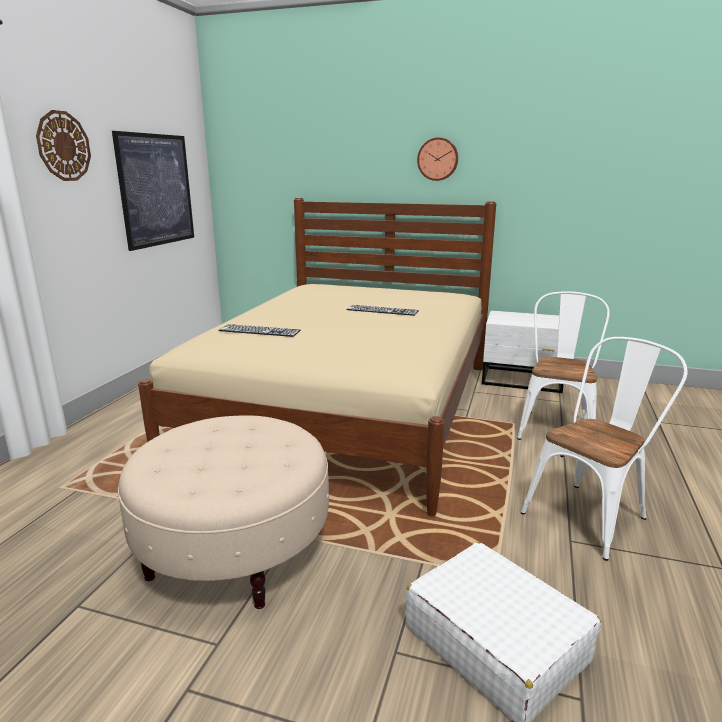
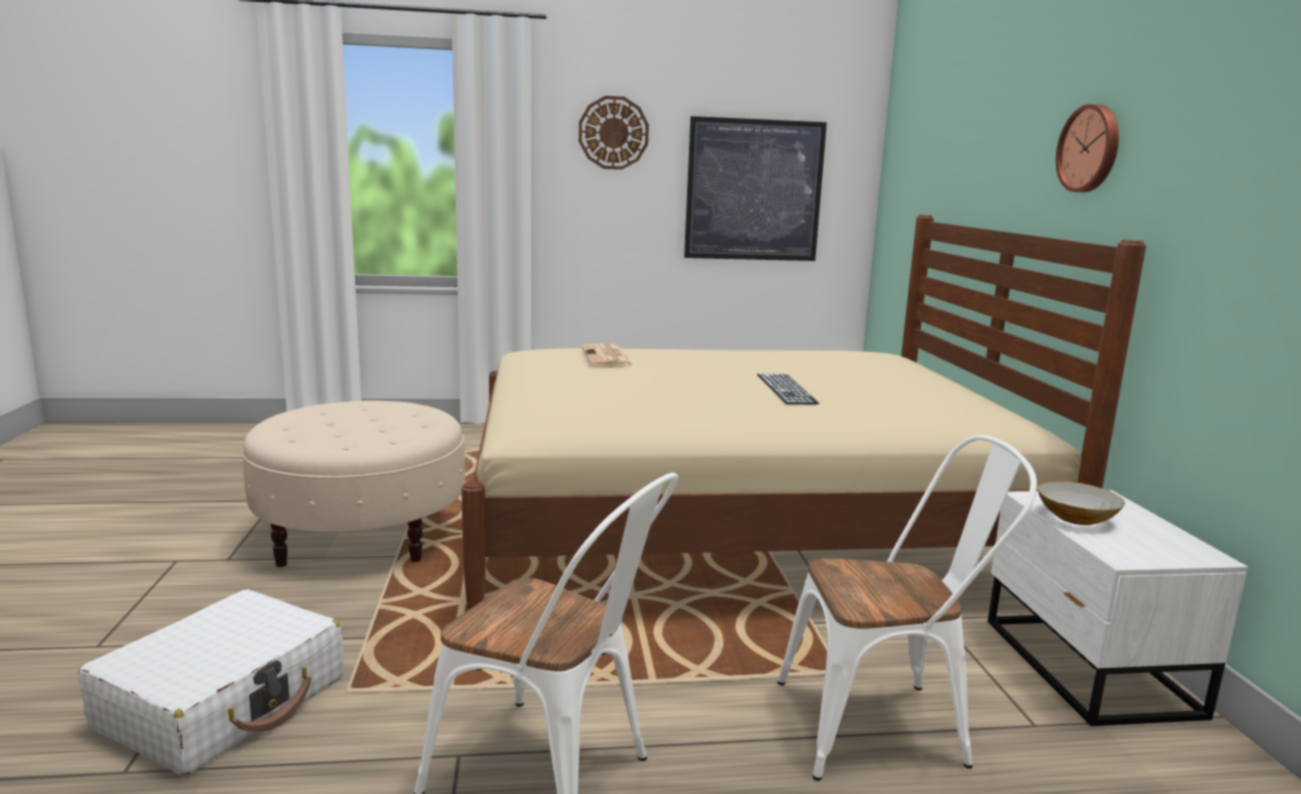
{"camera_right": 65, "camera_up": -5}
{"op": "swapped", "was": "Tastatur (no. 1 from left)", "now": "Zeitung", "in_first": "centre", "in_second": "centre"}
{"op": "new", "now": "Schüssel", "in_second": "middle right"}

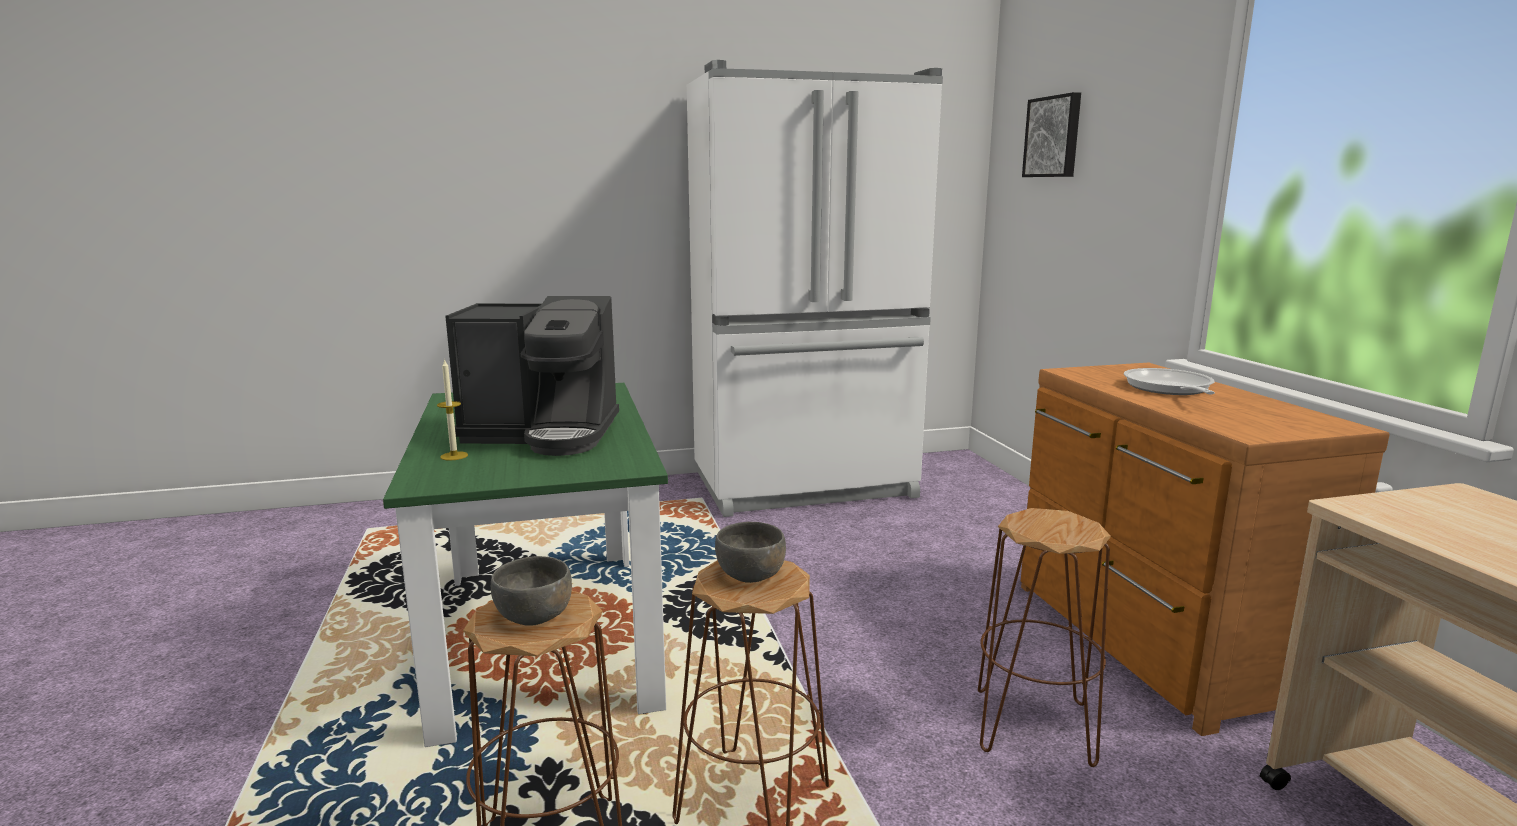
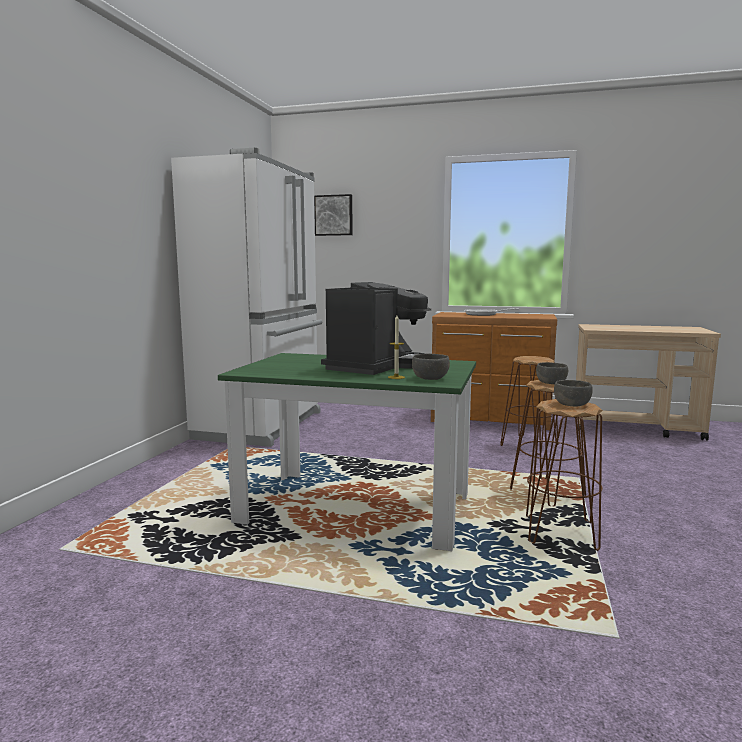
{"camera_right": -60, "camera_up": -5}
{"op": "new", "now": "Schüssel/grau (no. 1 from left)", "in_second": "centre"}

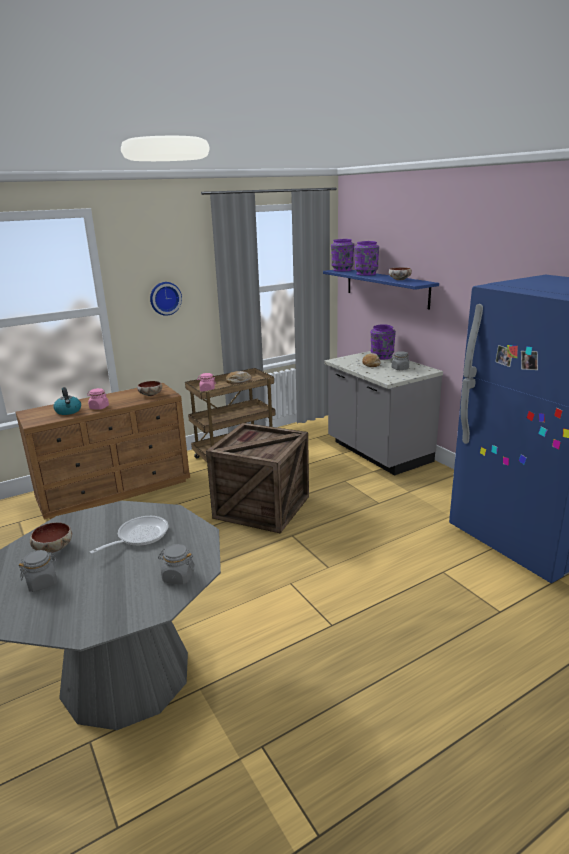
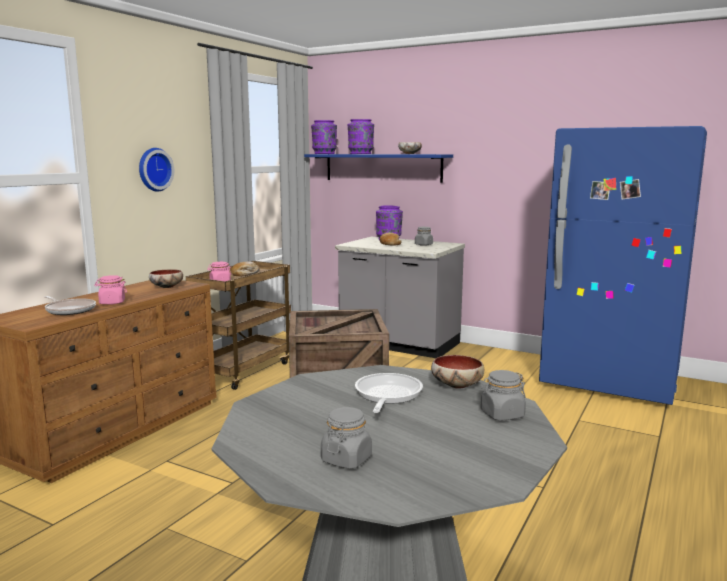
{"camera_right": -30, "camera_up": -10}
{"op": "swapped", "was": "Wasserkessel", "now": "Pfanne (no. 1 from left)", "in_first": "middle left", "in_second": "middle left"}
{"op": "shifted", "was": "Schüssel (no. 1 from left in the first image)", "now": "Schüssel (no. 3 from left)", "in_first": "middle left", "in_second": "centre"}

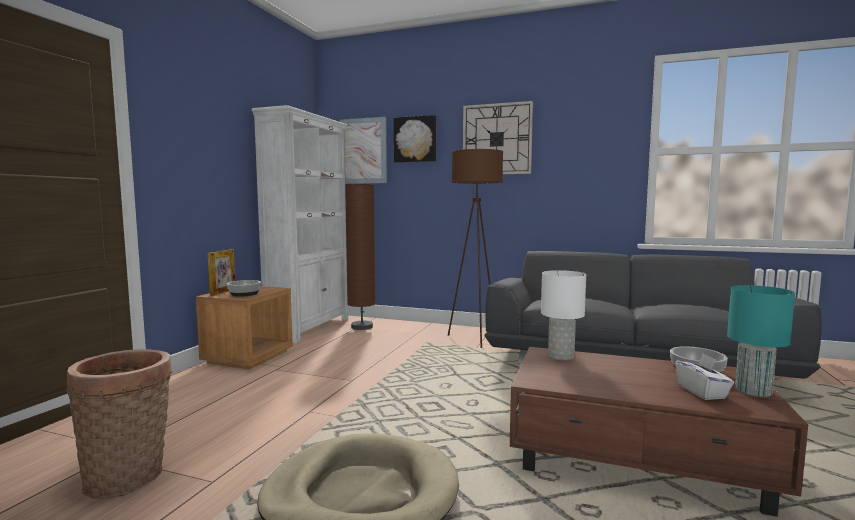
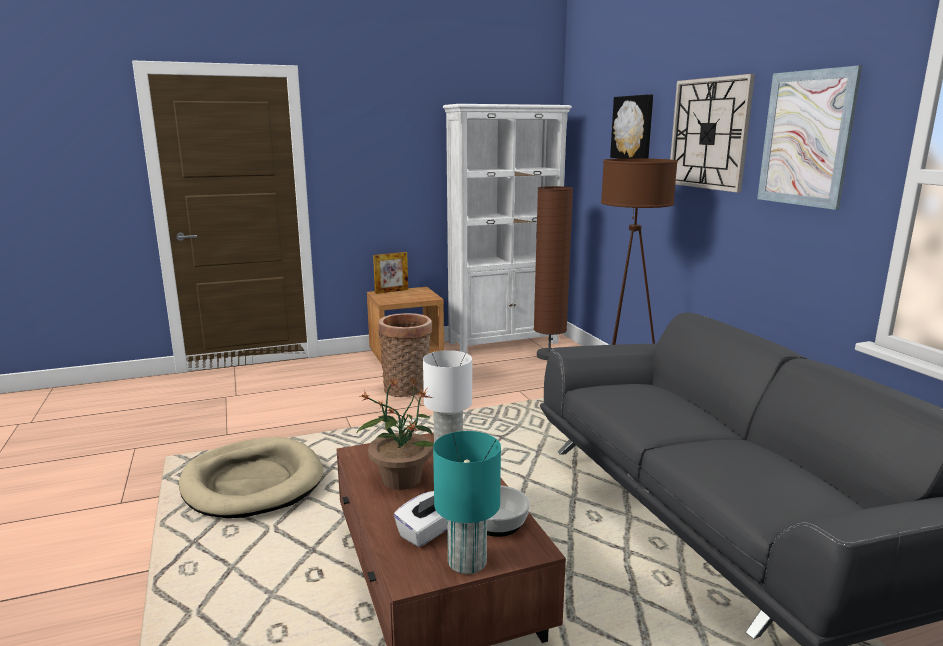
{"camera_right": 50, "camera_up": 10}
{"op": "shifted", "was": "Bild (no. 1 from left in the first image)", "now": "Bild (no. 2 from left)", "in_first": "top centre", "in_second": "top right"}
{"op": "gone", "was": "Schüssel (no. 1 from left)", "in_first": "middle left"}
{"op": "shifted", "was": "Korb", "in_first": "bottom left", "in_second": "centre"}
{"op": "new", "now": "Topfpflanze", "in_second": "bottom centre"}

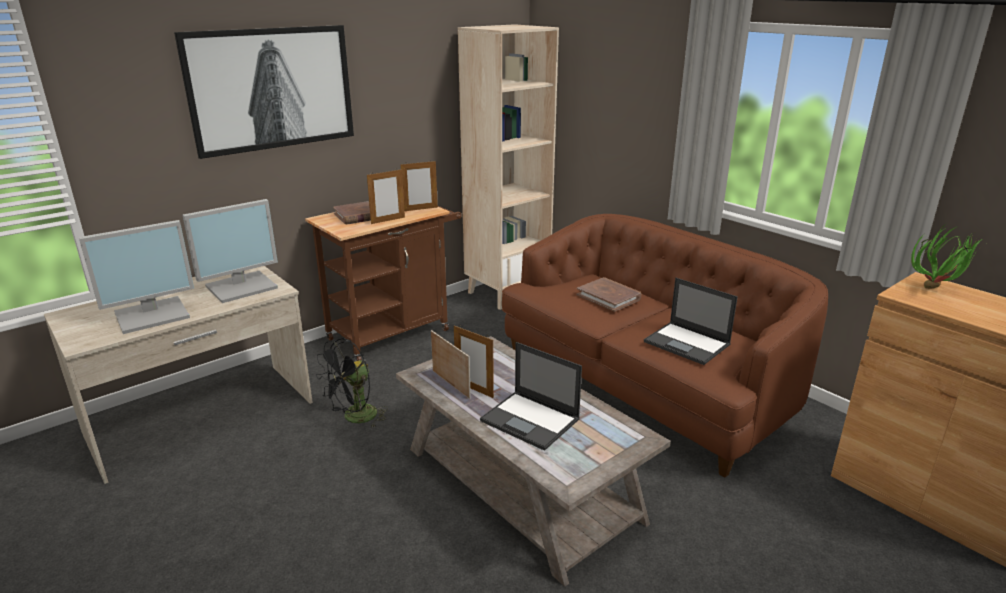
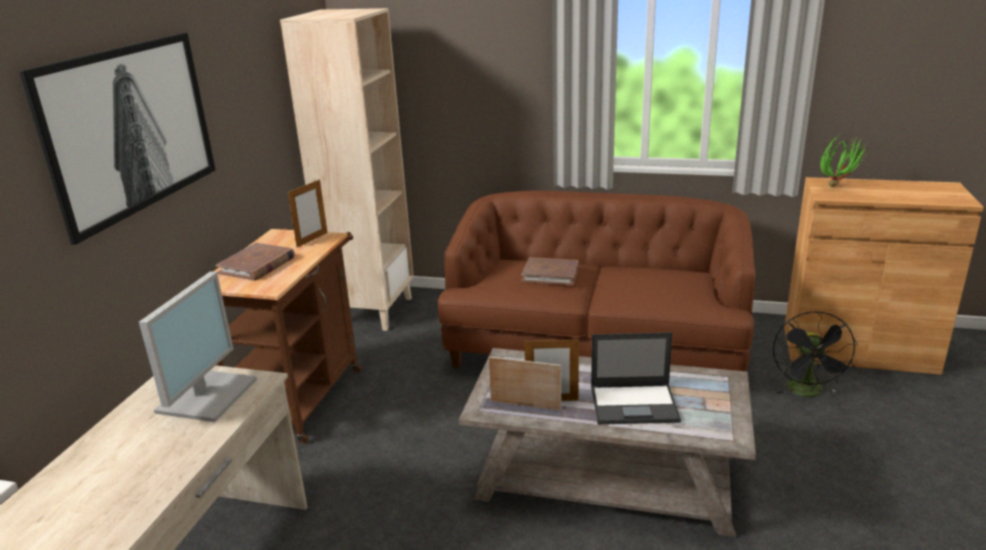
{"camera_right": -35, "camera_up": 0}
{"op": "gone", "was": "Bilderrahmen (no. 1 from left)", "in_first": "top centre"}
{"op": "gone", "was": "Monitor (no. 1 from left)", "in_first": "middle left"}
{"op": "gone", "was": "Laptop (no. 2 from left)", "in_first": "middle right"}
{"op": "shifted", "was": "Ventilator/schwarz", "in_first": "centre", "in_second": "middle right"}

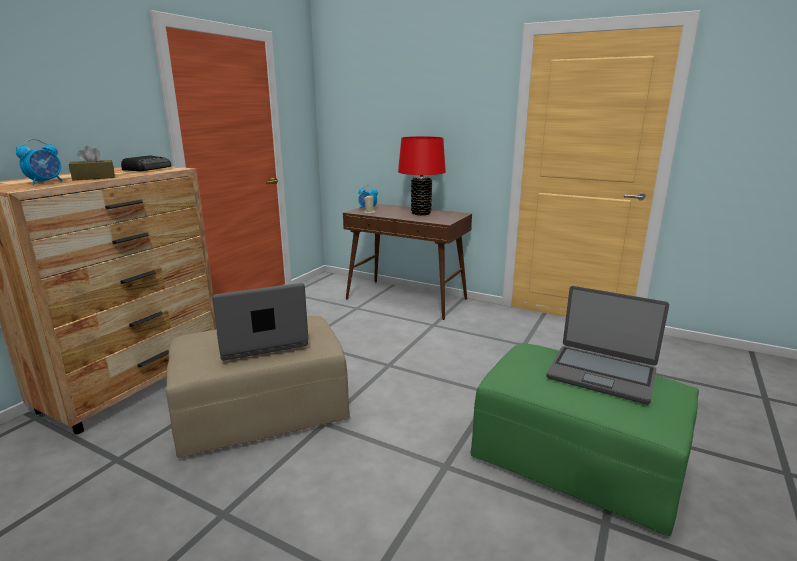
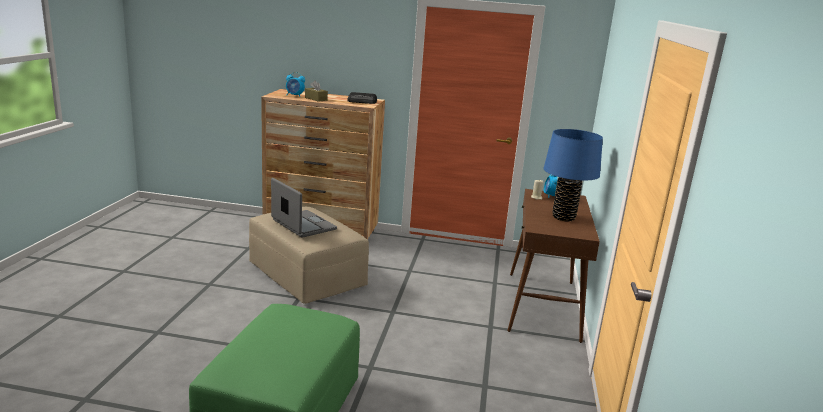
{"camera_right": 70, "camera_up": 0}
{"op": "repainted", "was": "Tischlampe/rot", "now": "Tischlampe/blau", "in_first": "top centre", "in_second": "middle right"}
{"op": "gone", "was": "Laptop (no. 2 from left)", "in_first": "middle right"}

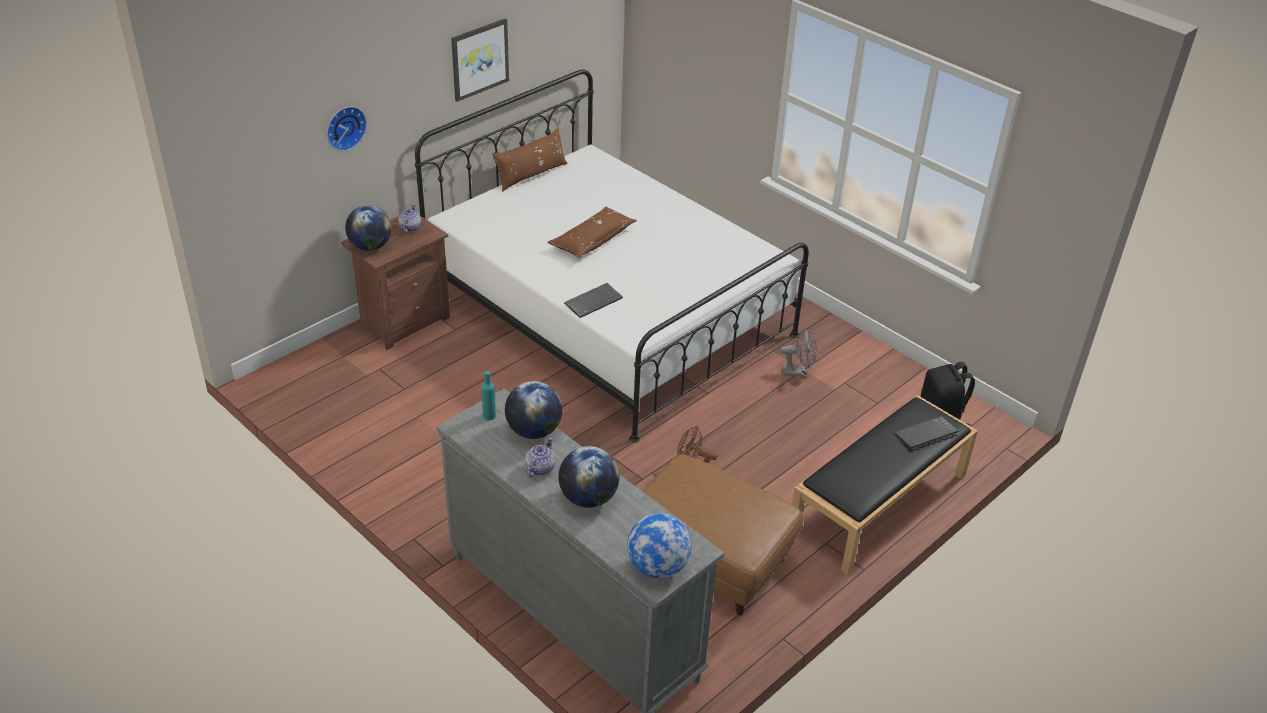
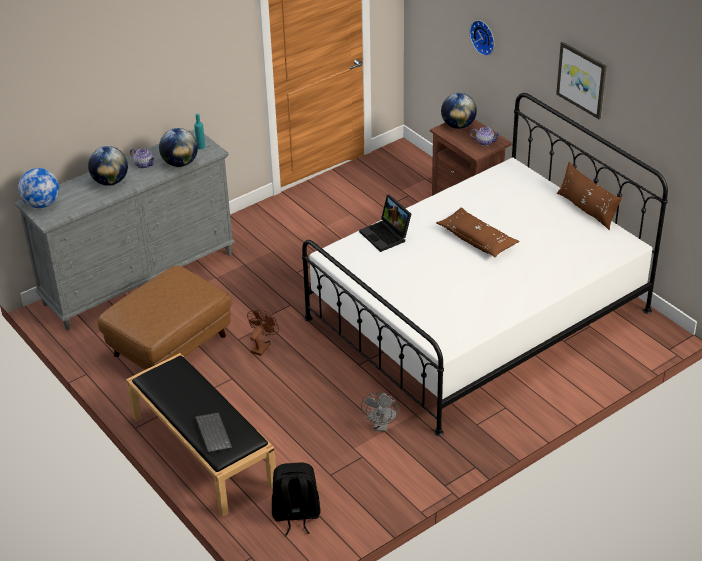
{"camera_right": 100, "camera_up": 0}
{"op": "swapped", "was": "Tastatur (no. 1 from left)", "now": "Laptop", "in_first": "centre", "in_second": "centre"}

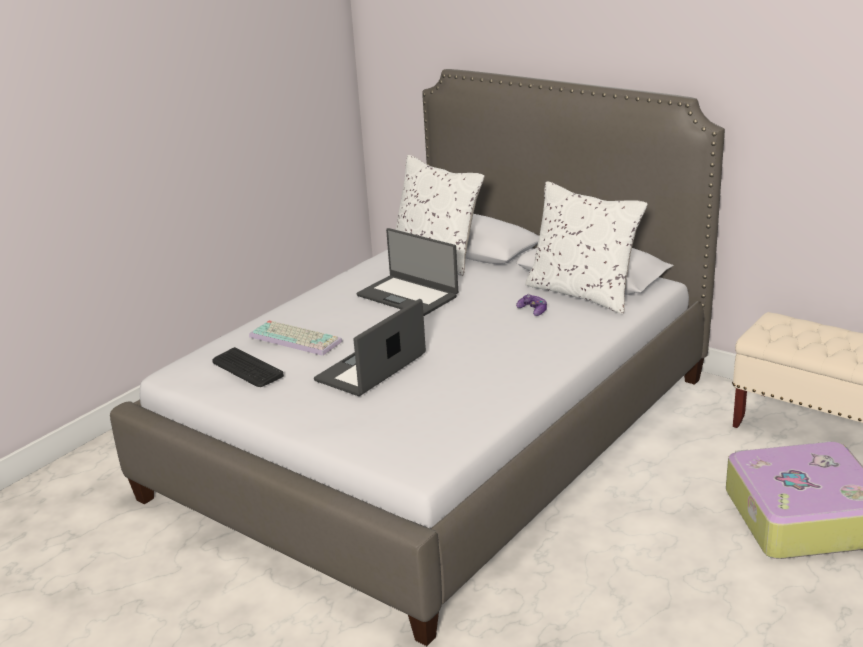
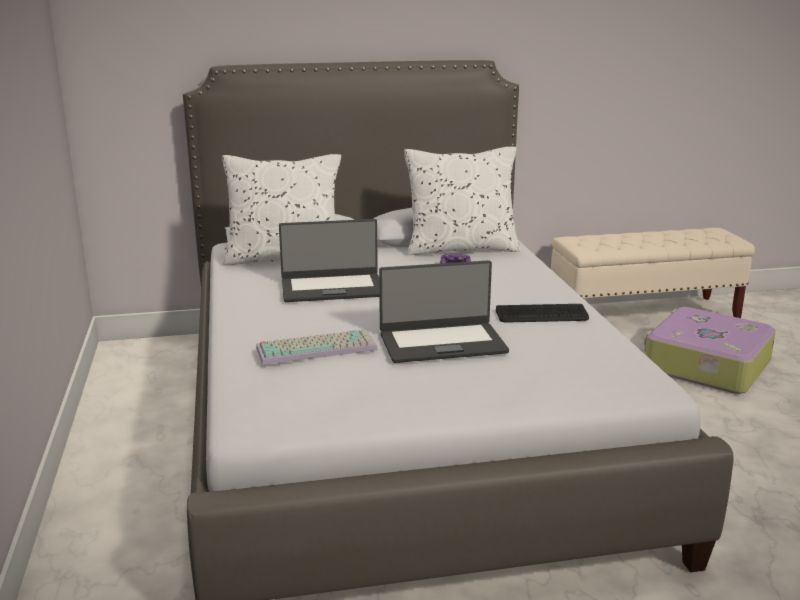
{"camera_right": -50, "camera_up": -5}
{"op": "rotated", "was": "Laptop (no. 1 from left in the first image)", "in_first": "centre", "in_second": "centre", "clockwise": -90}
{"op": "shifted", "was": "Tastatur (no. 1 from left in the first image)", "now": "Tastatur (no. 2 from left)", "in_first": "middle left", "in_second": "middle right"}

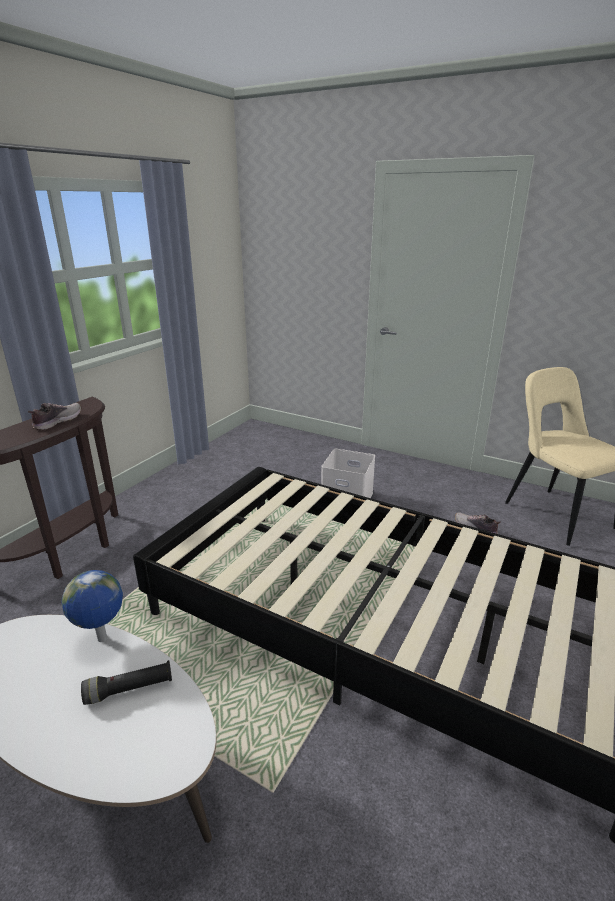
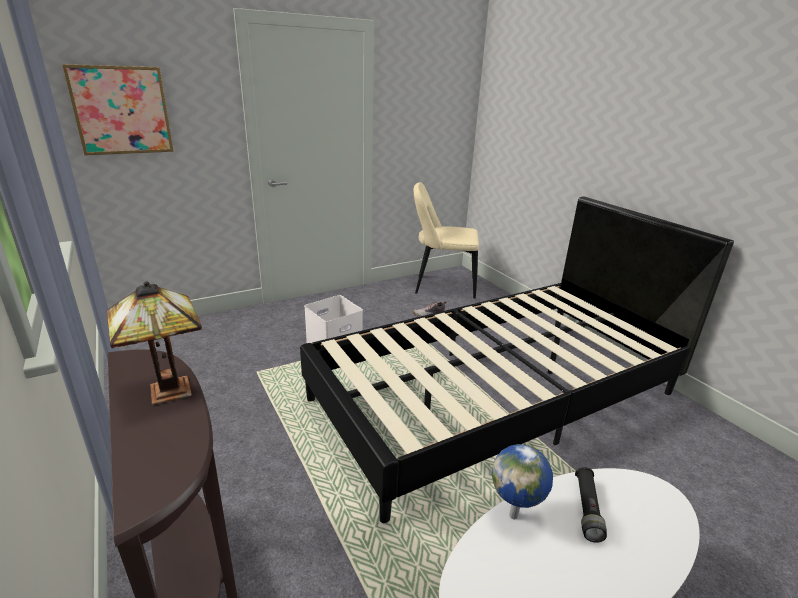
{"camera_right": -60, "camera_up": 0}
{"op": "swapped", "was": "Schuh (no. 1 from left)", "now": "Tischlampe", "in_first": "middle left", "in_second": "middle left"}
{"op": "new", "now": "Bild", "in_second": "top left"}

